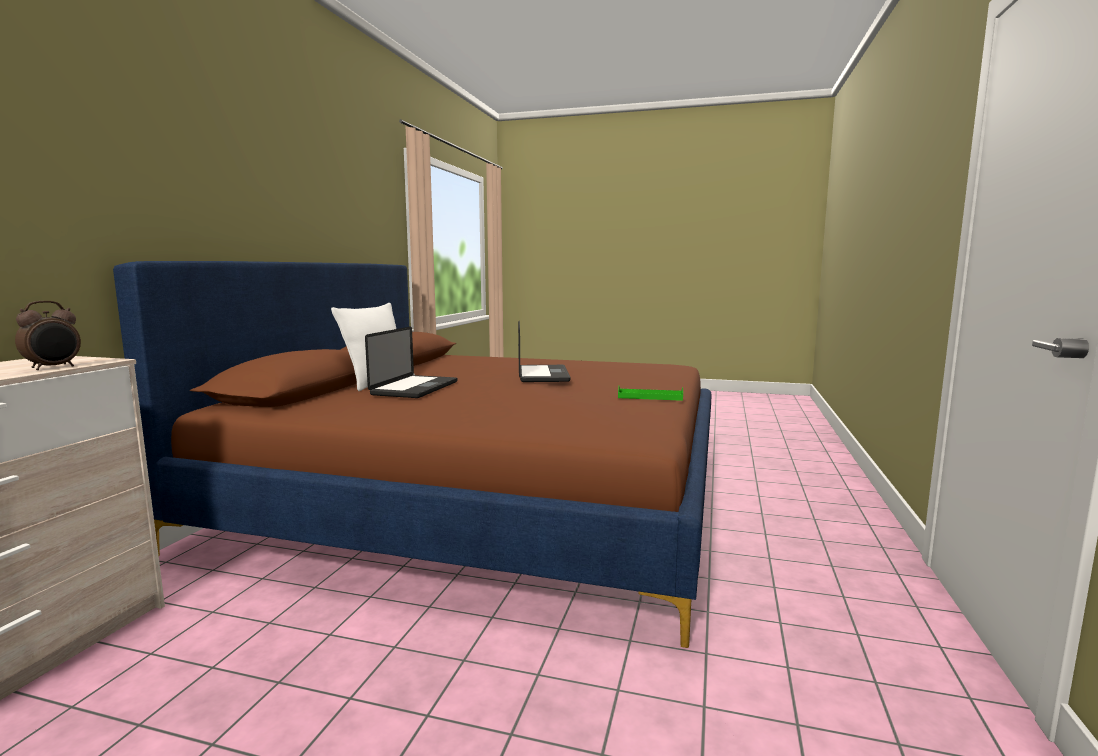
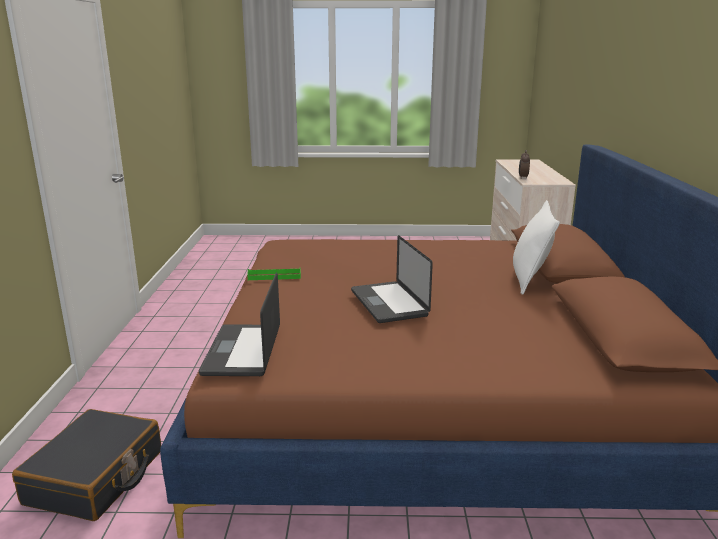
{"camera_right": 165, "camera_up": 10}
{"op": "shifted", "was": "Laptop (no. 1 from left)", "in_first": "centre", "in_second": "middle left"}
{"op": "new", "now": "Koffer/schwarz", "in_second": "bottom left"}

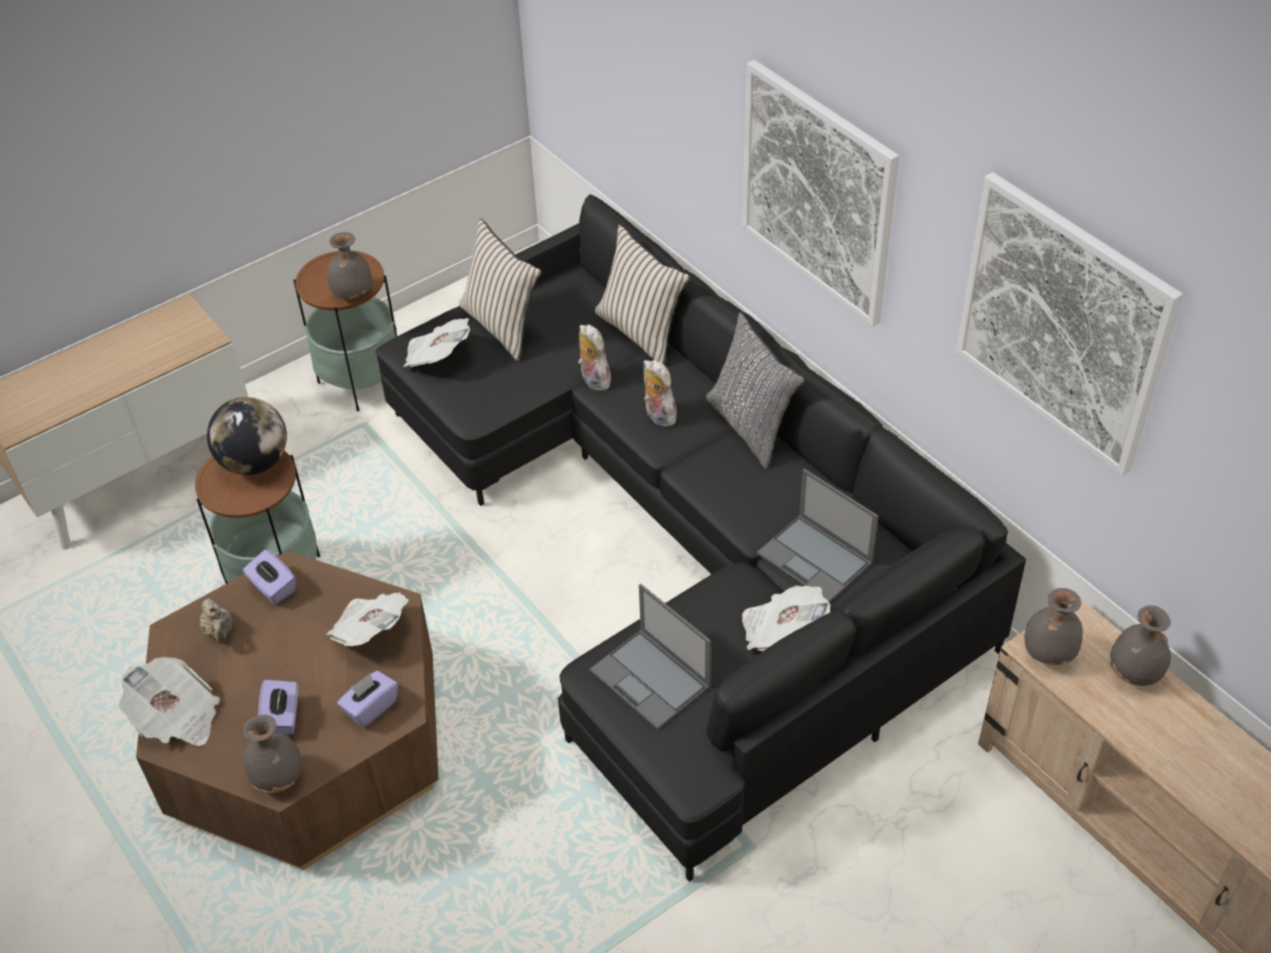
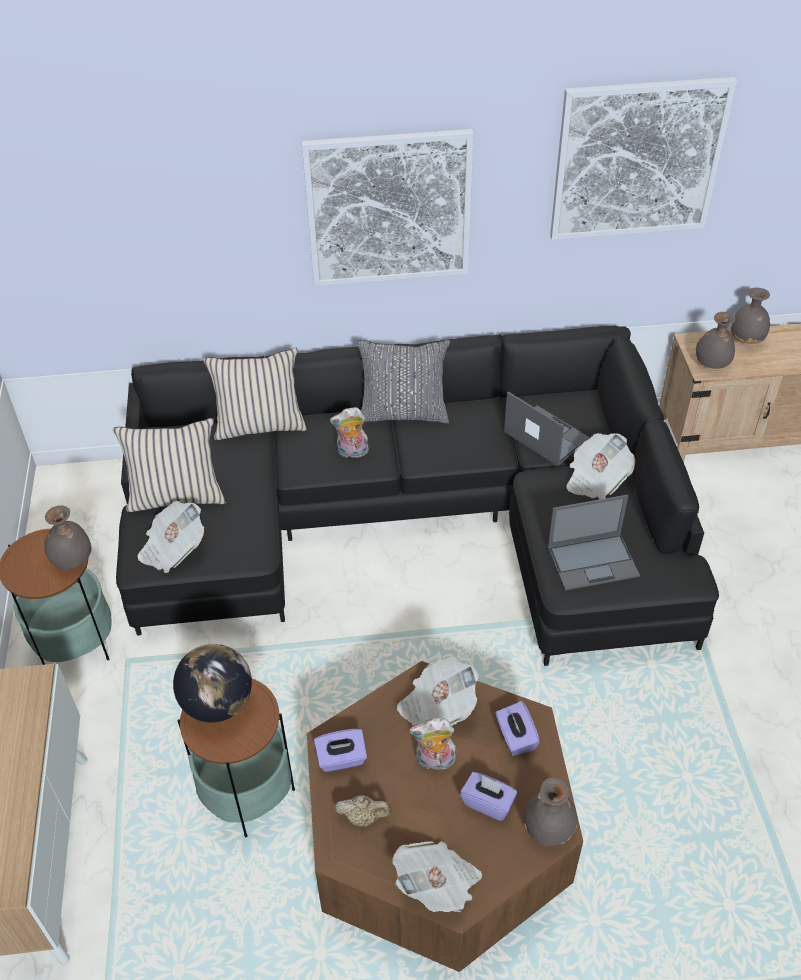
{"camera_right": -60, "camera_up": 0}
{"op": "shifted", "was": "Plüschtier (no. 1 from left in the first image)", "now": "Plüschtier (no. 2 from left)", "in_first": "centre", "in_second": "bottom centre"}
{"op": "rotated", "was": "Laptop (no. 2 from left in the first image)", "in_first": "centre", "in_second": "middle right", "clockwise": -120}

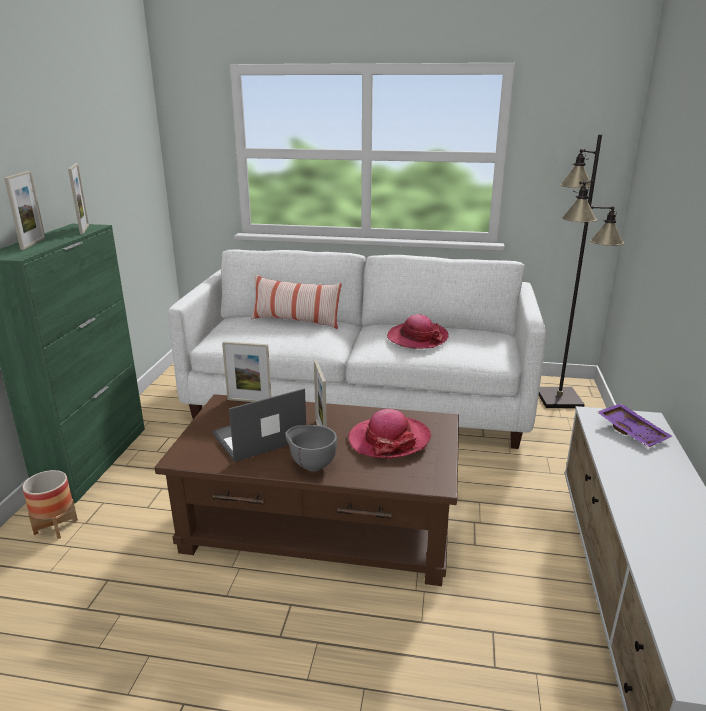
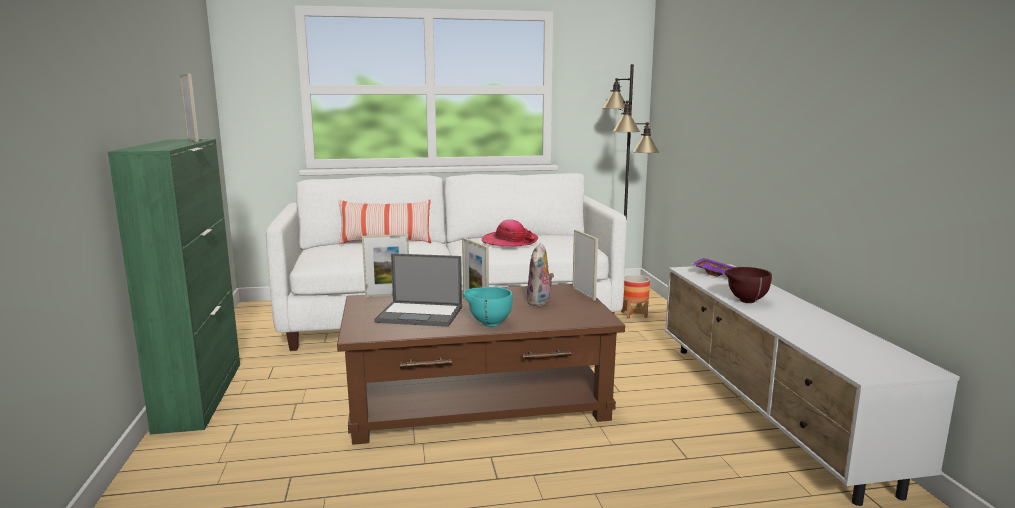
{"camera_right": -20, "camera_up": -10}
{"op": "shifted", "was": "Bilderrahmen (no. 1 from left in the first image)", "now": "Bilderrahmen (no. 4 from left)", "in_first": "top left", "in_second": "centre"}
{"op": "rotated", "was": "Laptop", "in_first": "centre", "in_second": "centre", "clockwise": -120}
{"op": "swapped", "was": "Hut (no. 1 from left)", "now": "Plüschtier", "in_first": "centre", "in_second": "centre"}
{"op": "repainted", "was": "Schüssel/grau", "now": "Schüssel/türkis", "in_first": "centre", "in_second": "centre"}
{"op": "shifted", "was": "Pflanzkübel", "in_first": "bottom left", "in_second": "centre"}
{"op": "new", "now": "Schüssel/braun", "in_second": "middle right"}

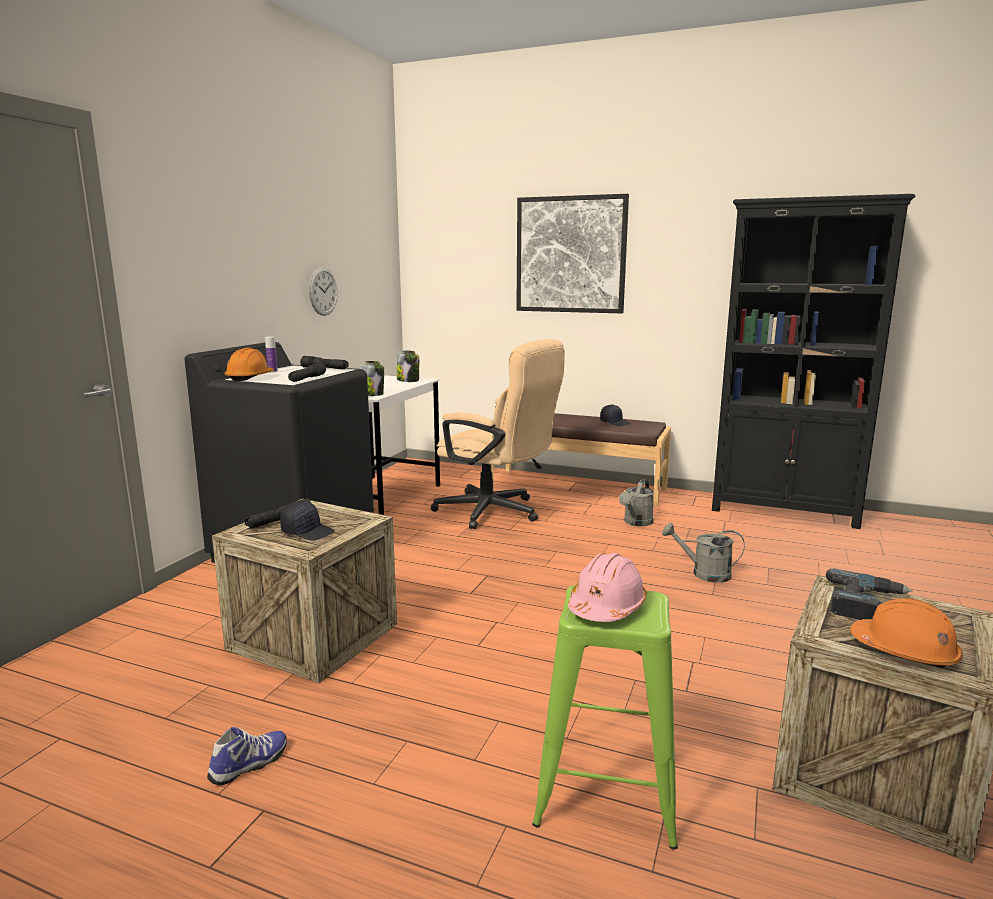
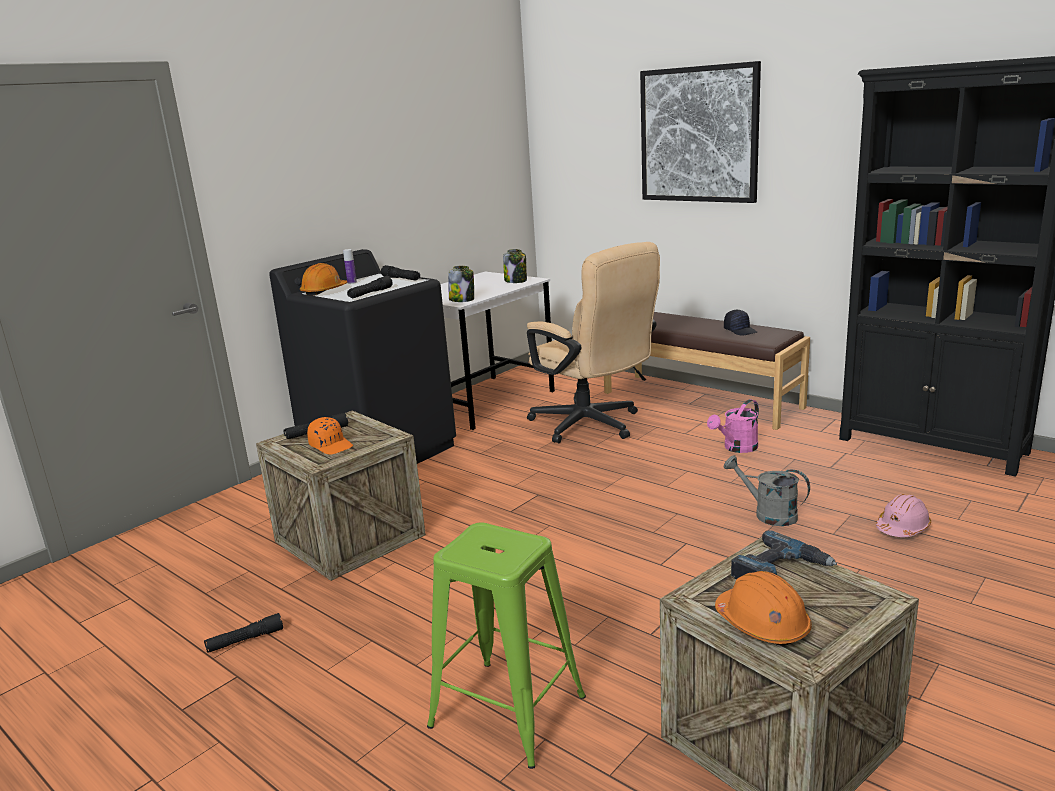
{"camera_right": 20, "camera_up": 5}
{"op": "gone", "was": "Wanduhr", "in_first": "top left"}
{"op": "repainted", "was": "Gießkanne/grau (no. 1 from left)", "now": "Gießkanne/rosa", "in_first": "centre", "in_second": "middle right"}
{"op": "repainted", "was": "Kappe/schwarz (no. 1 from left)", "now": "Kappe/orange", "in_first": "middle left", "in_second": "middle left"}
{"op": "shifted", "was": "Schutzhelm/rosa", "in_first": "centre", "in_second": "middle right"}
{"op": "swapped", "was": "Schuh", "now": "Taschenlampe/schwarz (no. 1 from left)", "in_first": "bottom left", "in_second": "bottom left"}

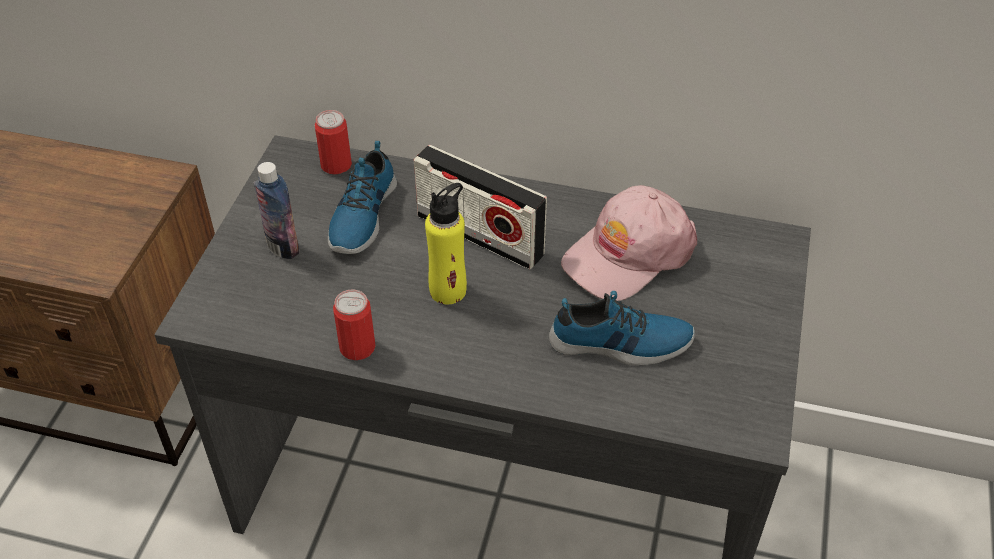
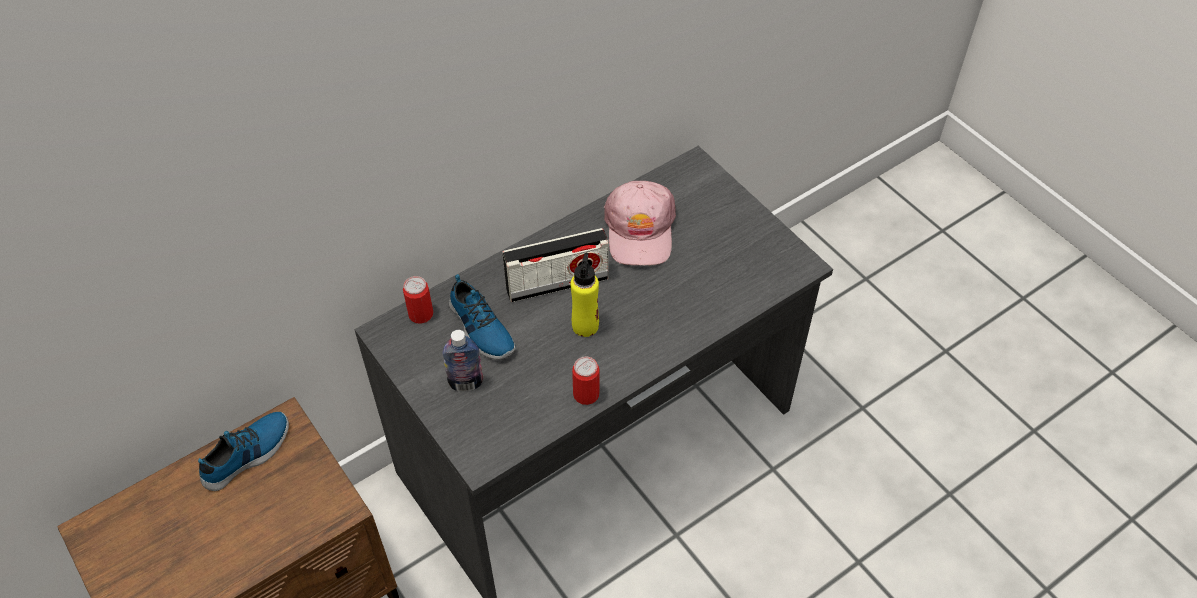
{"camera_right": -50, "camera_up": 5}
{"op": "shifted", "was": "Schuh (no. 2 from left in the first image)", "now": "Schuh (no. 1 from left)", "in_first": "centre", "in_second": "bottom left"}

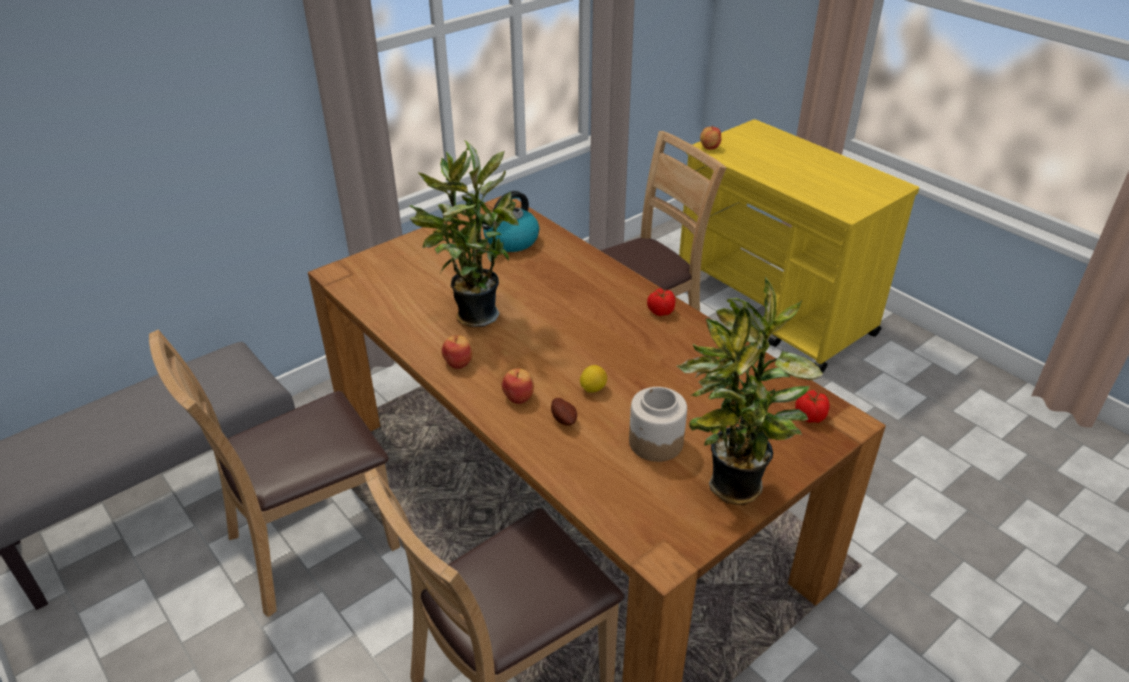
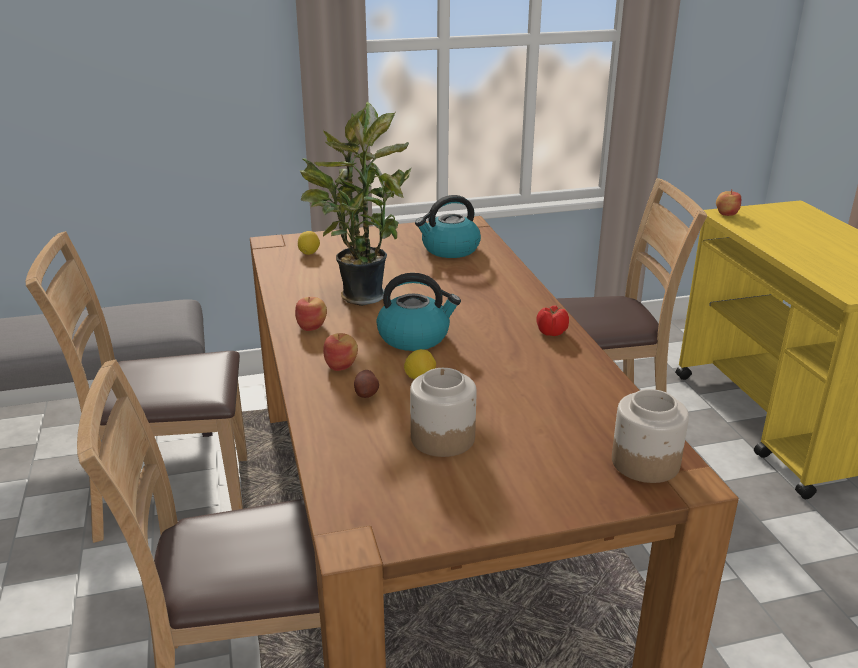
{"camera_right": 25, "camera_up": -10}
{"op": "gone", "was": "Topfpflanze (no. 2 from left)", "in_first": "centre"}
{"op": "swapped", "was": "Tomate (no. 2 from left)", "now": "Vorratsglas (no. 2 from left)", "in_first": "middle right", "in_second": "middle right"}
{"op": "new", "now": "Zitrone (no. 1 from left)", "in_second": "centre"}
{"op": "new", "now": "Wasserkessel (no. 1 from left)", "in_second": "centre"}

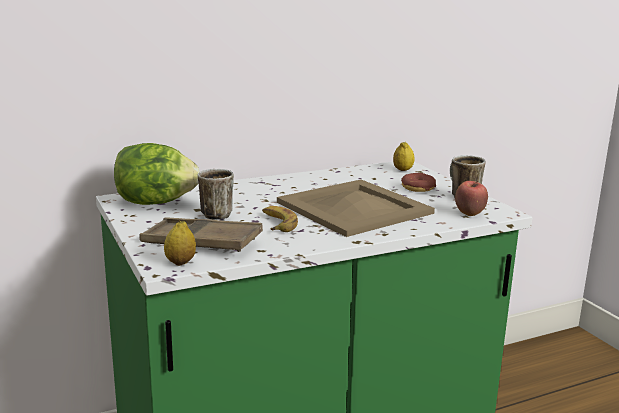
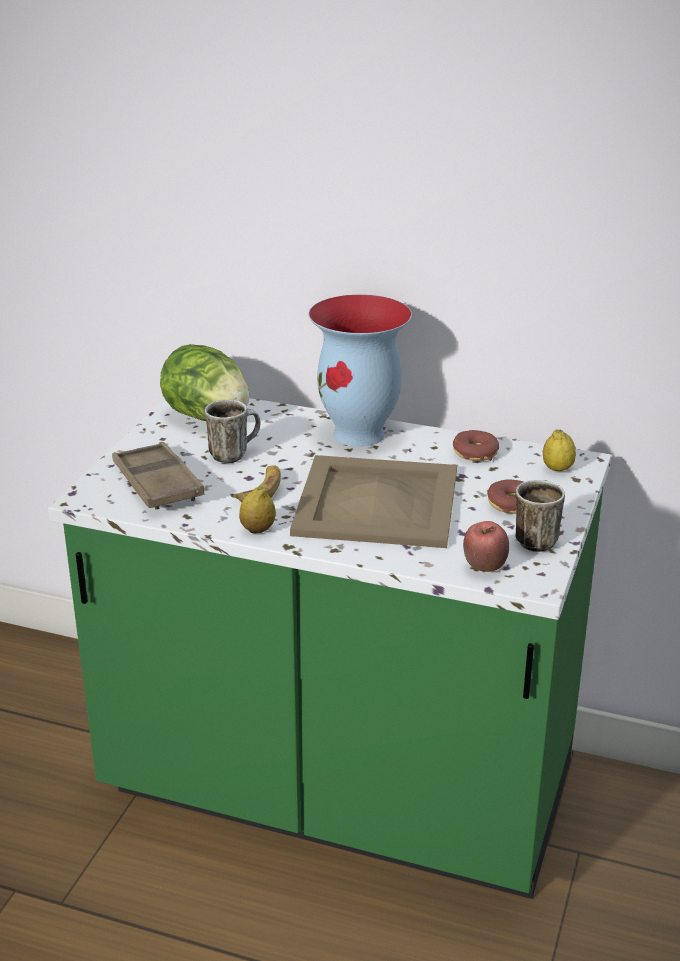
{"camera_right": 45, "camera_up": 10}
{"op": "shifted", "was": "Zitrone (no. 1 from left)", "in_first": "middle left", "in_second": "centre"}
{"op": "new", "now": "Vase", "in_second": "centre"}
{"op": "new", "now": "Donut (no. 1 from left)", "in_second": "middle right"}

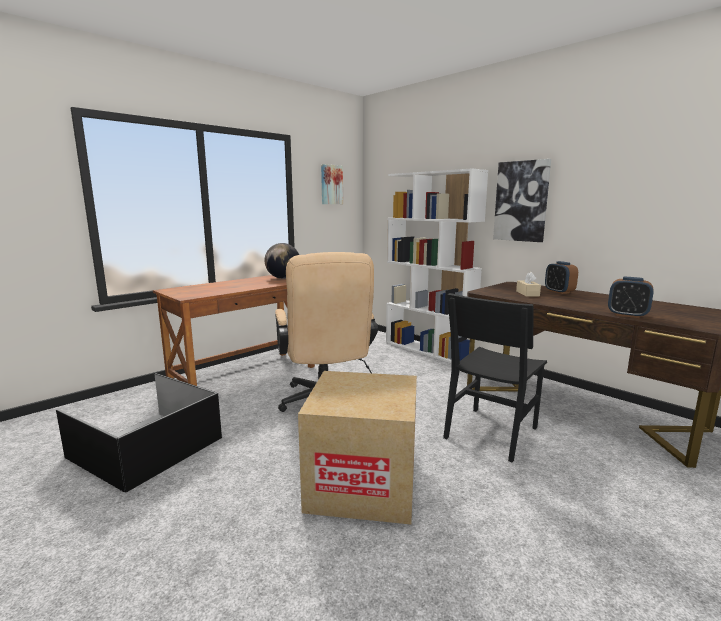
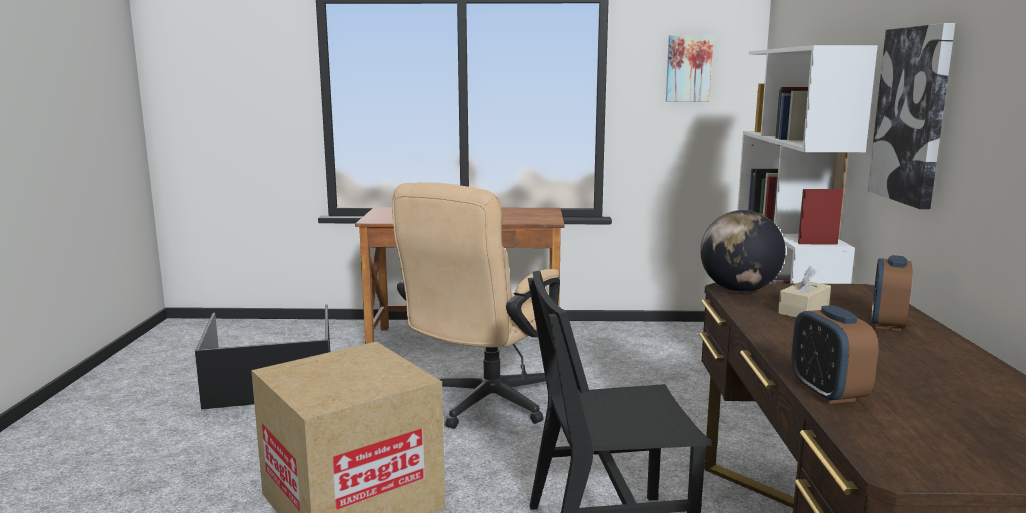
{"camera_right": 45, "camera_up": 0}
{"op": "shifted", "was": "Globus", "in_first": "centre", "in_second": "middle right"}

